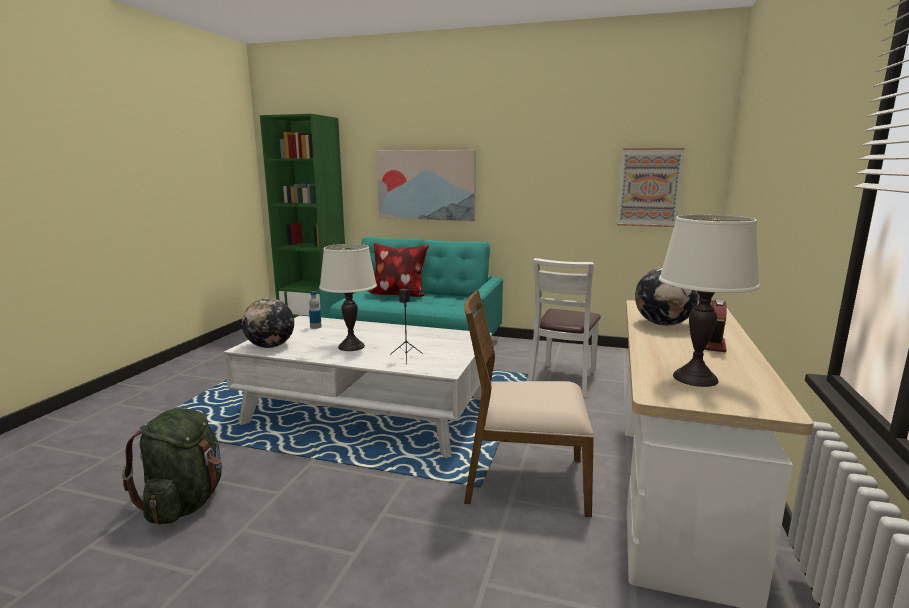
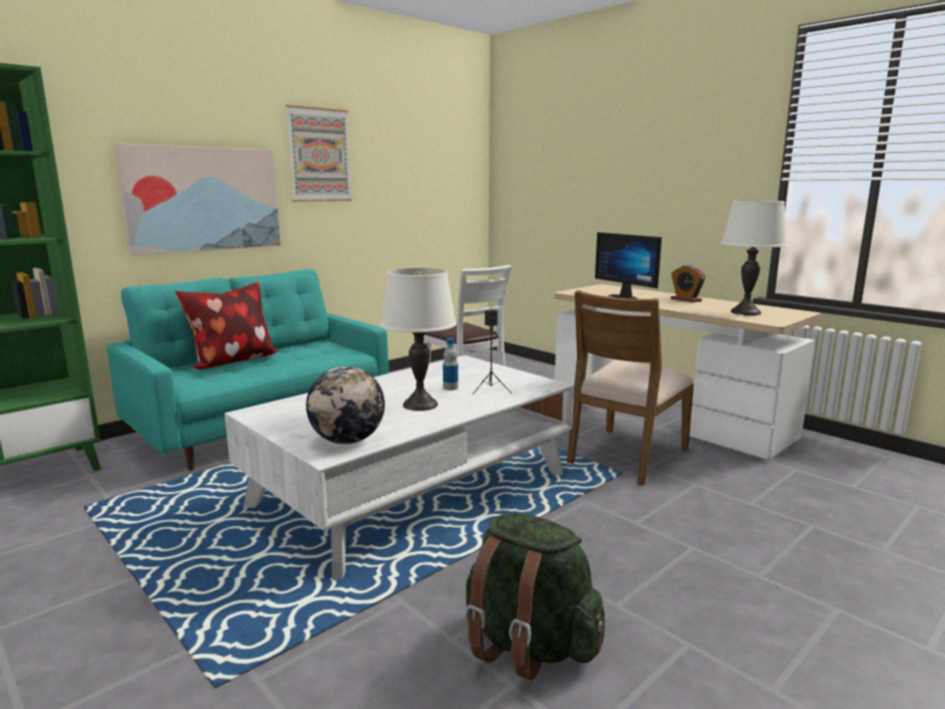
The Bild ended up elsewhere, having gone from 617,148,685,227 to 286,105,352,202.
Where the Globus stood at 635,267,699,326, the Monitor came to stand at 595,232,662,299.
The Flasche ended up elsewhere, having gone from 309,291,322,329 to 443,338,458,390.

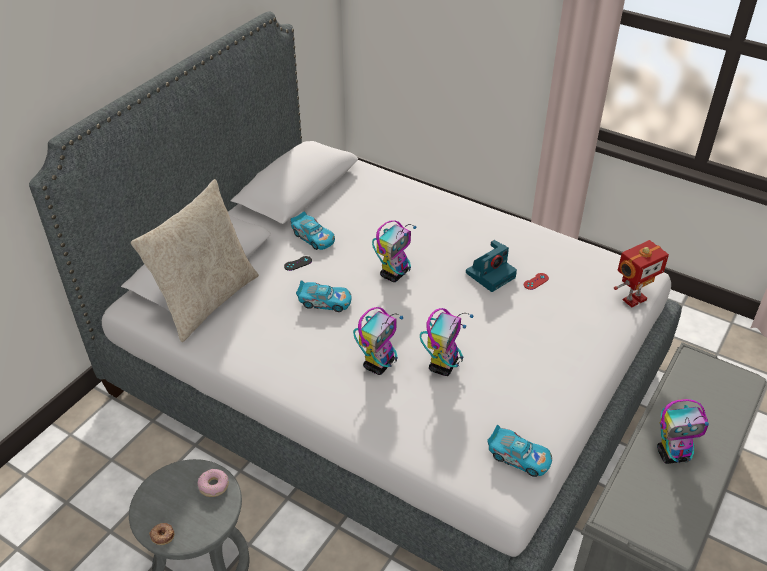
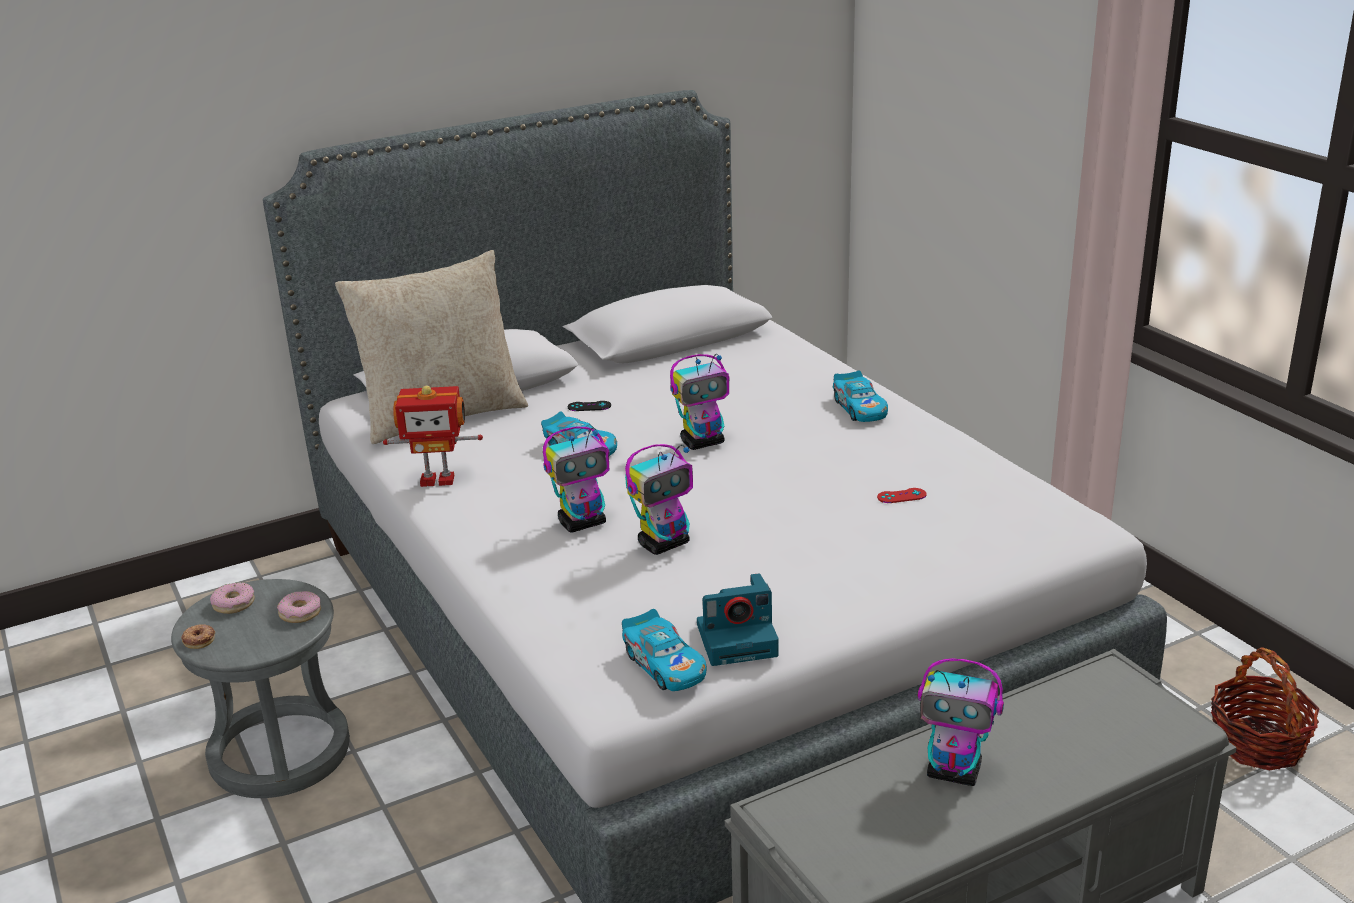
The Spielzeugauto ended up elsewhere, having gone from 290,212,335,250 to 833,371,888,422.
The Kamera ended up elsewhere, having gone from 466,240,517,292 to 697,573,779,666.
The Spielzeugroboter ended up elsewhere, having gone from 614,240,669,307 to 383,385,483,487.
The second view gained the Donut at 210,582,254,614.
The second view gained the Korb at 1211,647,1319,771.

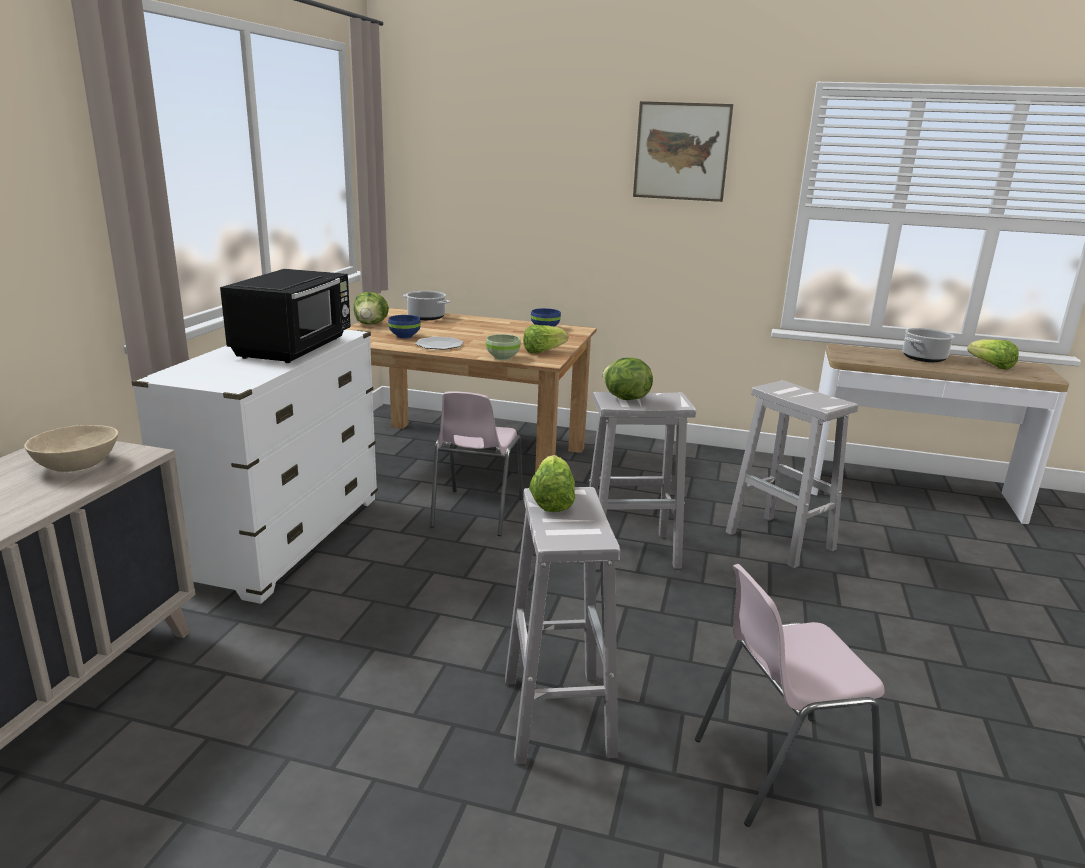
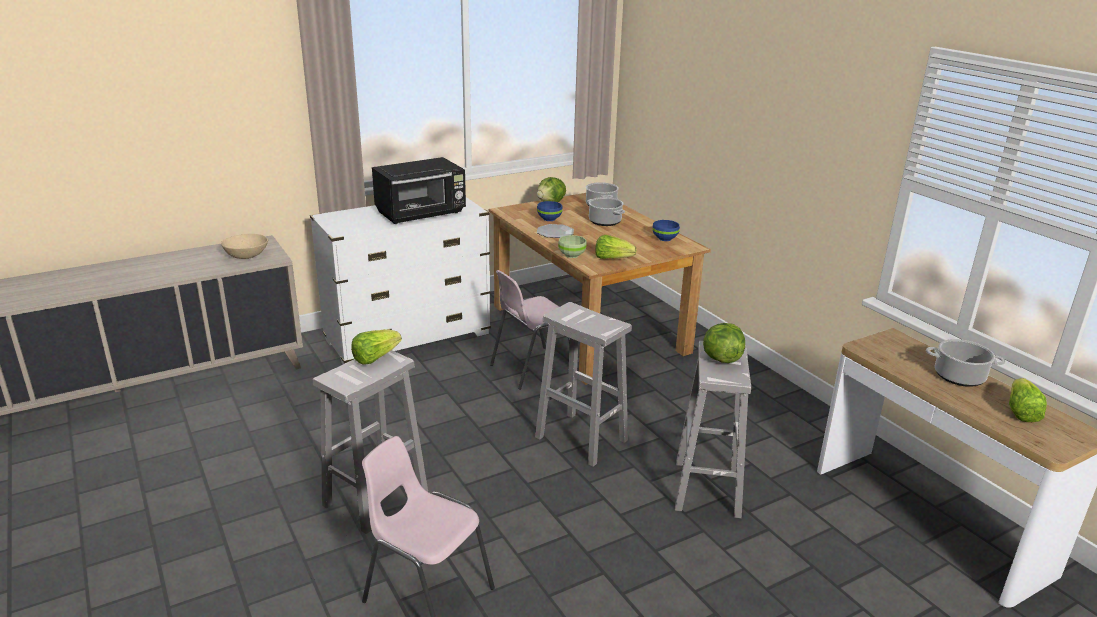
The second view lost the Bild at 633,101,733,202.
The Salatkopf ended up elsewhere, having gone from 602,357,653,400 to 703,323,745,363.
The second view gained the Kochtopf at 587,197,625,226.

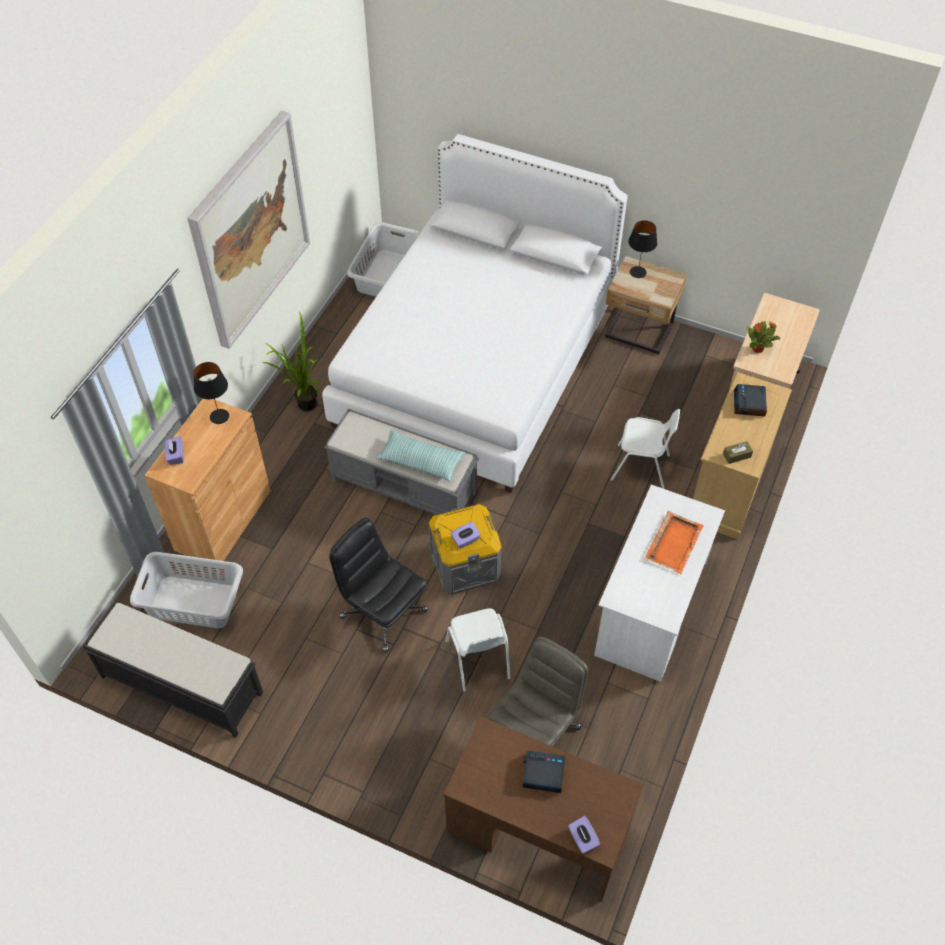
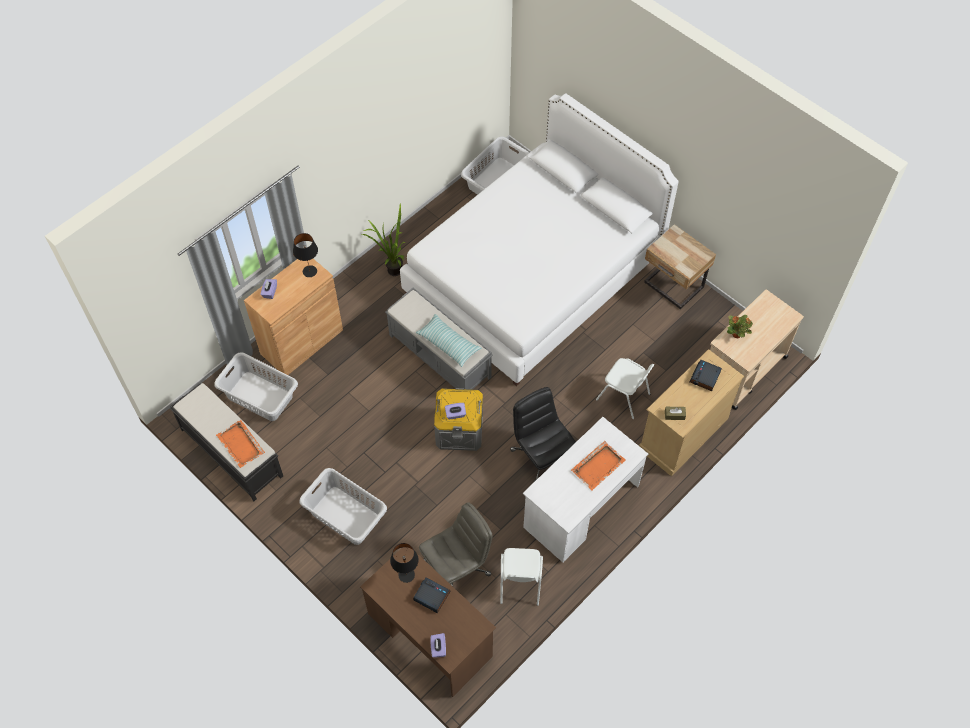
The second view lost the Bild at 187,111,310,349.
The Tischlampe/schwarz ended up elsewhere, having gone from 628,220,657,278 to 390,543,419,583.
The Bürostuhl/schwarz ended up elsewhere, having gone from 329,518,428,653 to 510,387,576,482.
The Stuhl/weiß ended up elsewhere, having gone from 445,608,511,692 to 500,548,543,606.
The second view gained the Tablett/orange at 216,420,265,468.
The second view gained the Wäschekorb/grau at 299,468,387,545.

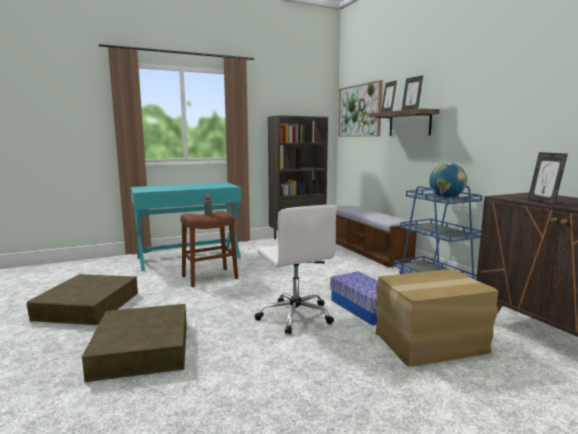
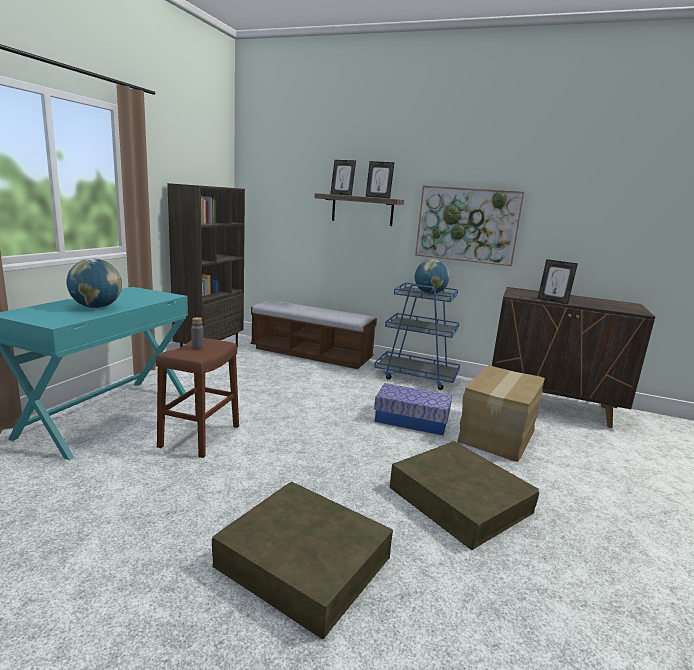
The Bild ended up elsewhere, having gone from 338,80,383,137 to 415,185,524,266.
The second view lost the Bürostuhl/weiß at 255,205,337,334.
The Aufbewahrungsbox/braun ended up elsewhere, having gone from 27,274,138,325 to 389,441,539,550.
The second view gained the Globus at 66,259,122,308.

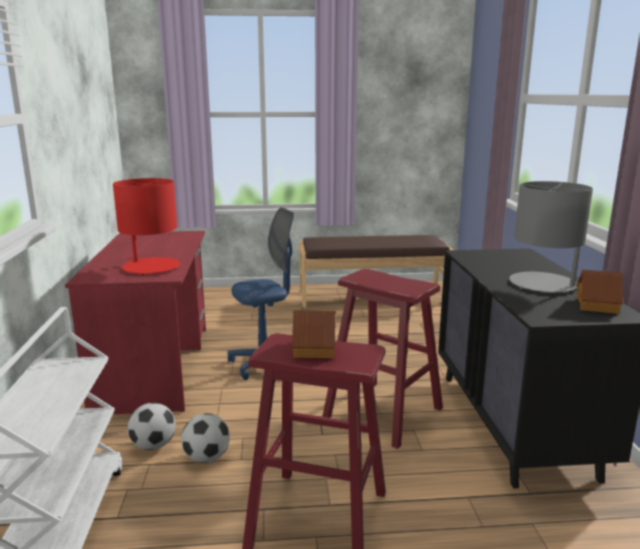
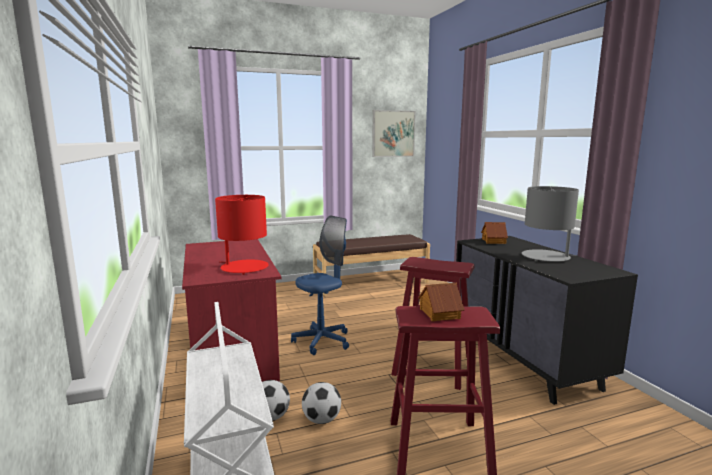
The Spielzeughaus ended up elsewhere, having gone from 577,270,623,314 to 481,222,508,244.
The second view gained the Bild at 372,110,415,157.

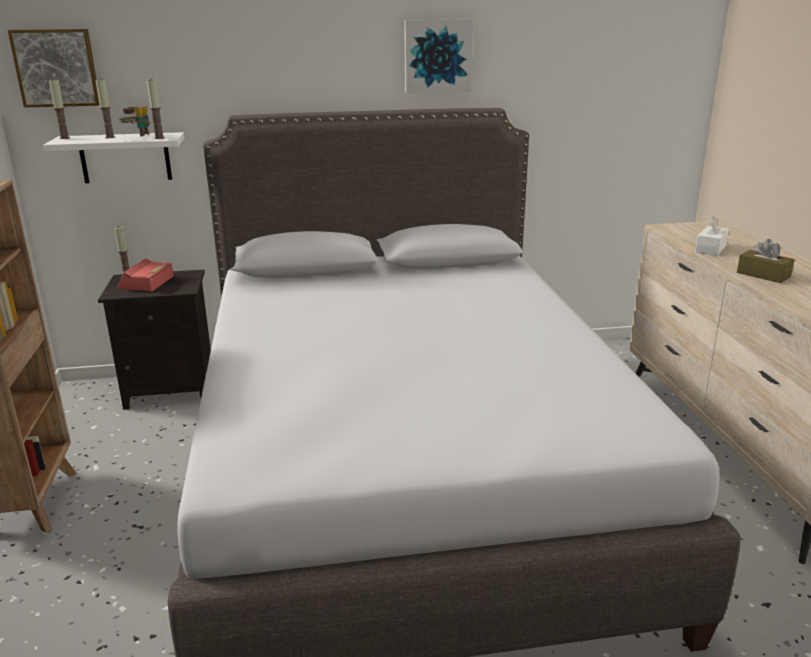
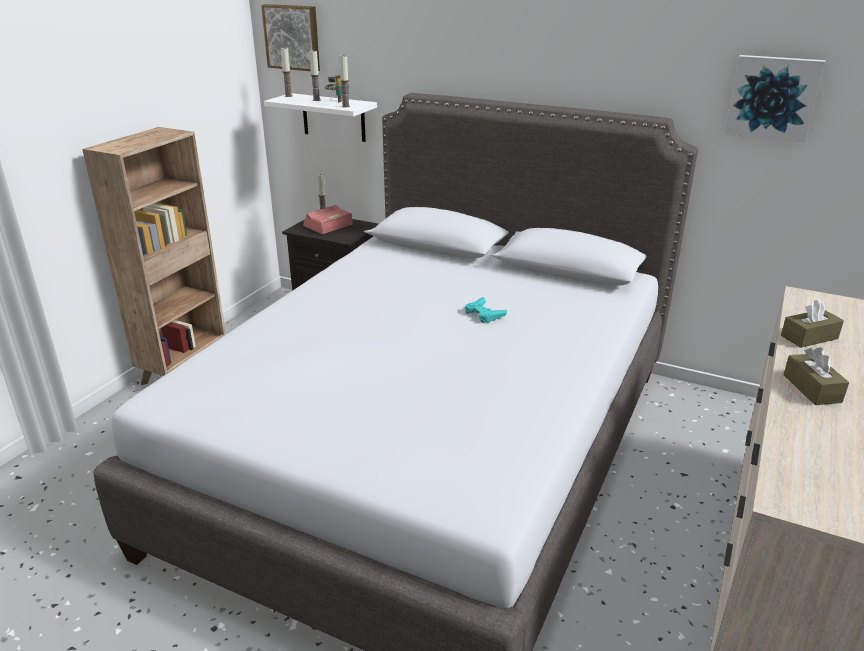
The Bild ended up elsewhere, having gone from 404,19,473,93 to 724,55,825,143.
What was the Taschentuchbox/weiß at 695,215,729,256 turned into the Taschentuchbox/braun at 781,299,844,348.
The second view gained the Gamepad/türkis at 465,297,507,323.

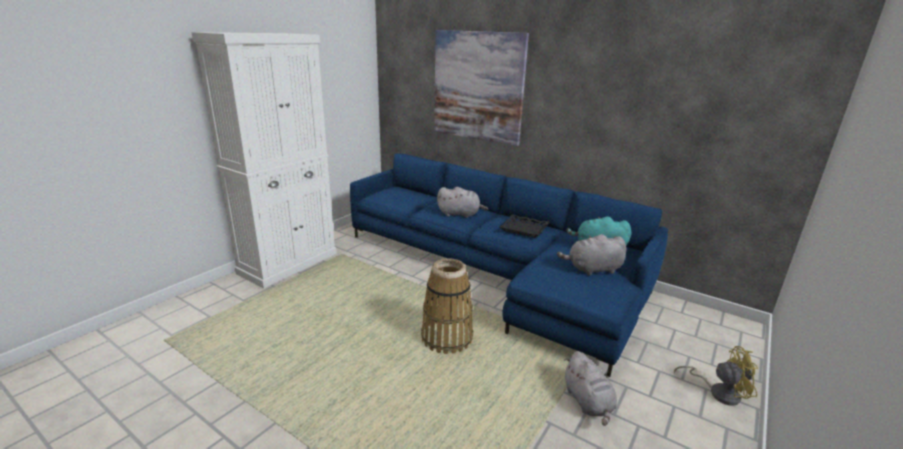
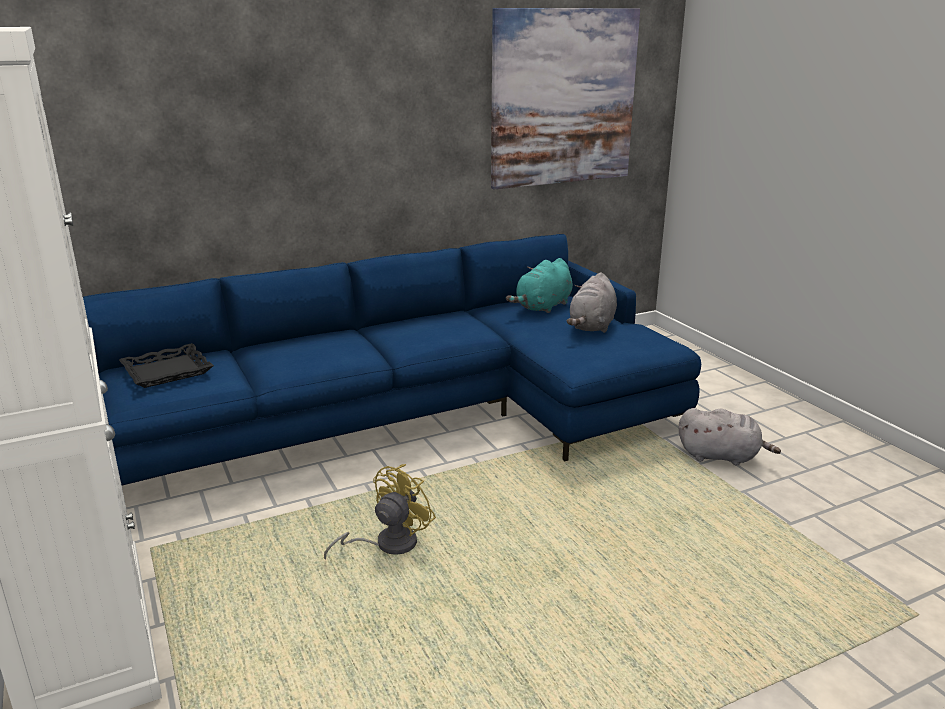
The Bild ended up elsewhere, having gone from 434,30,529,146 to 491,8,640,189.
The second view lost the Plüschtier/grau at 437,187,488,218.
The Tablett/schwarz ended up elsewhere, having gone from 499,214,549,238 to 119,343,214,388.
The second view lost the Korb at 421,258,473,354.
The Ventilator/gelb ended up elsewhere, having gone from 674,346,759,406 to 324,464,436,560.

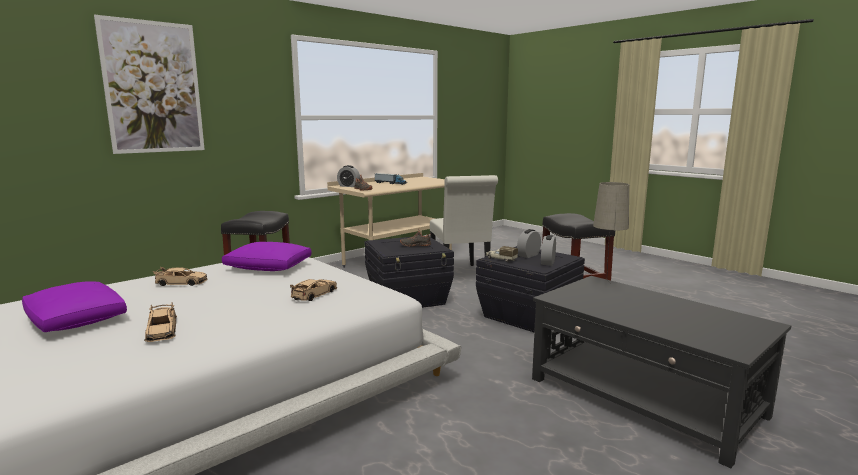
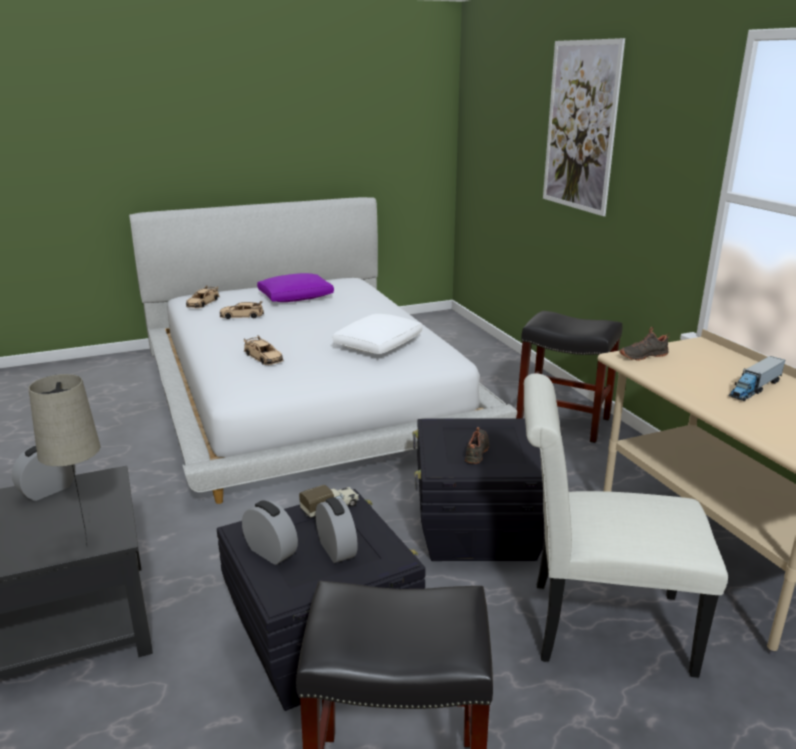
The Wecker ended up elsewhere, having gone from 337,165,360,187 to 12,445,75,501.
What was the Kissen/lila at 222,242,312,271 turned into the Kissen/weiß at 333,314,423,354.
The Spielzeugauto/beige ended up elsewhere, having gone from 153,267,207,286 to 186,285,220,308.

